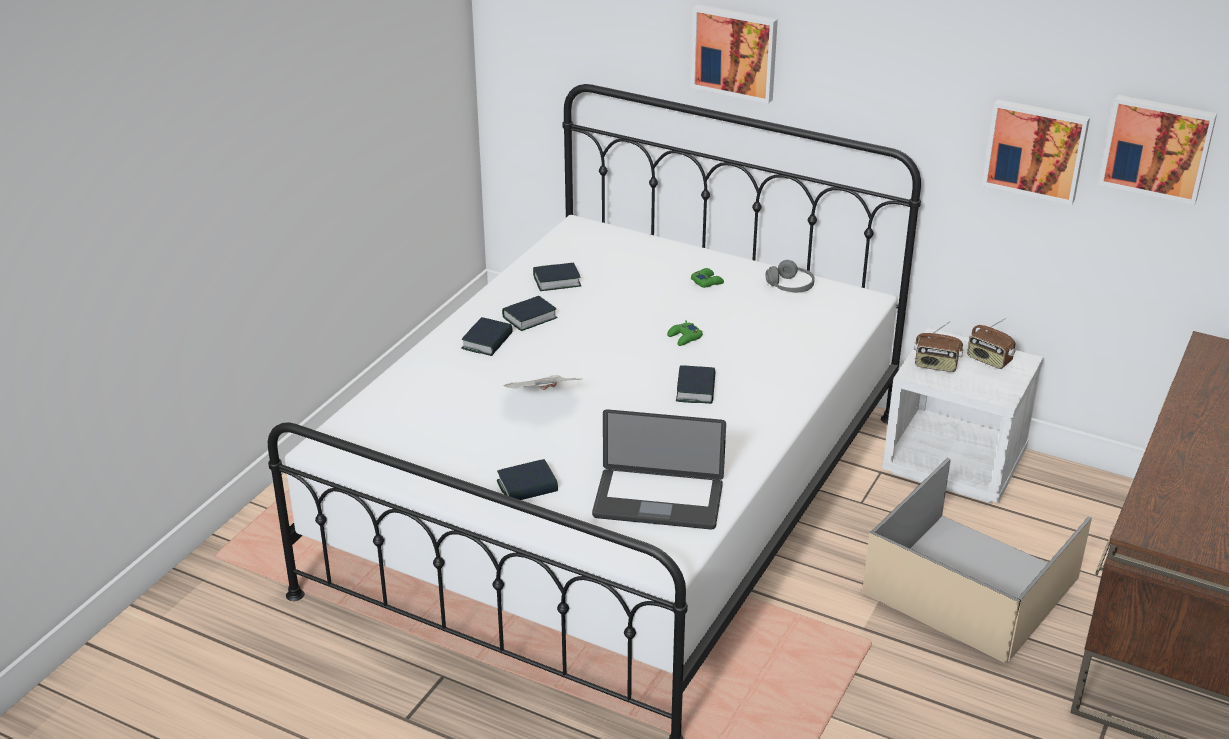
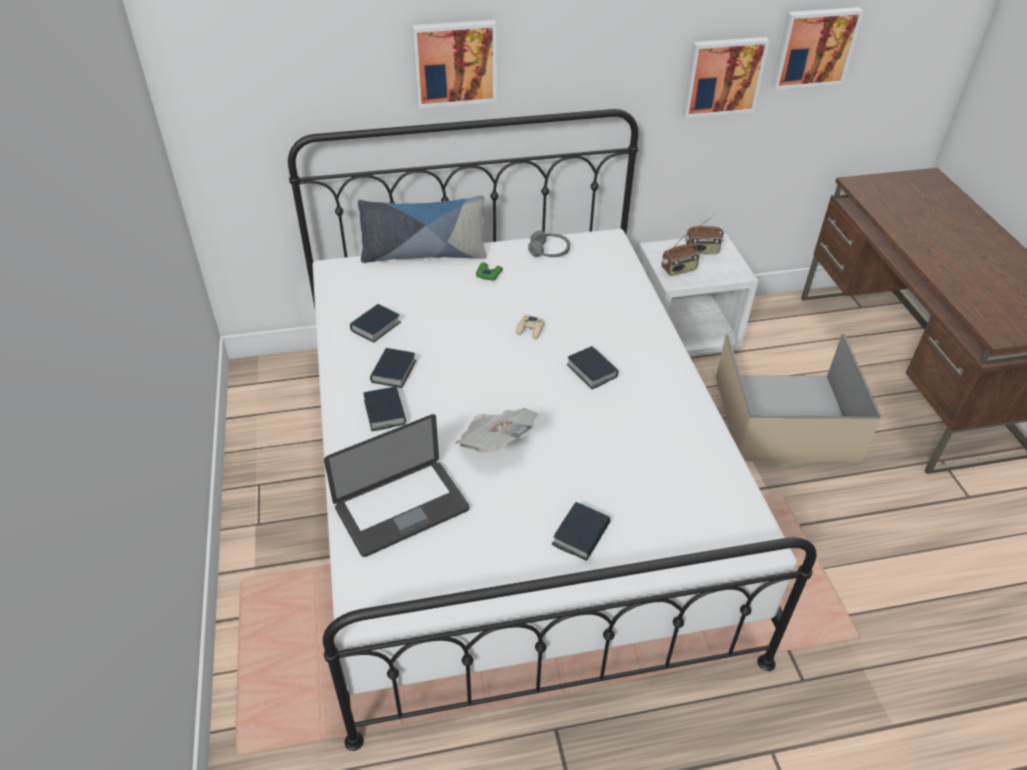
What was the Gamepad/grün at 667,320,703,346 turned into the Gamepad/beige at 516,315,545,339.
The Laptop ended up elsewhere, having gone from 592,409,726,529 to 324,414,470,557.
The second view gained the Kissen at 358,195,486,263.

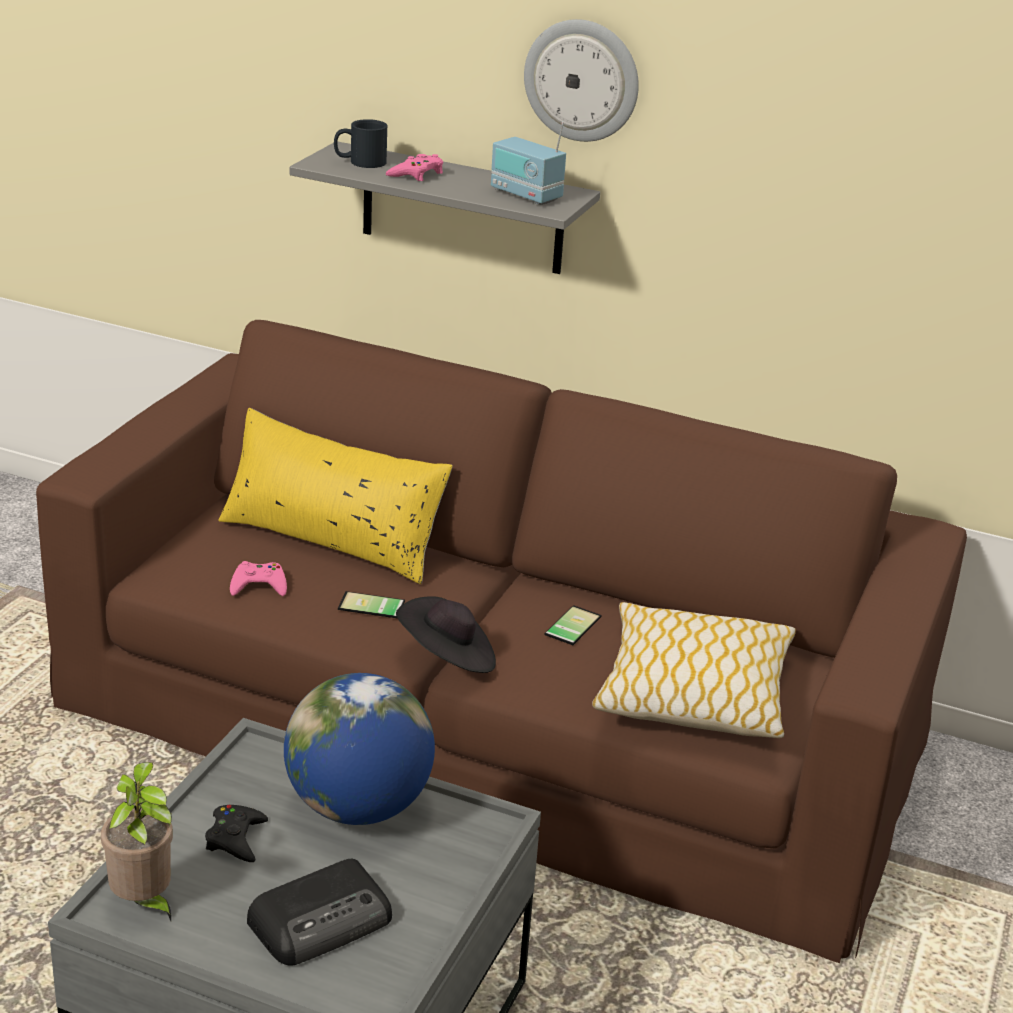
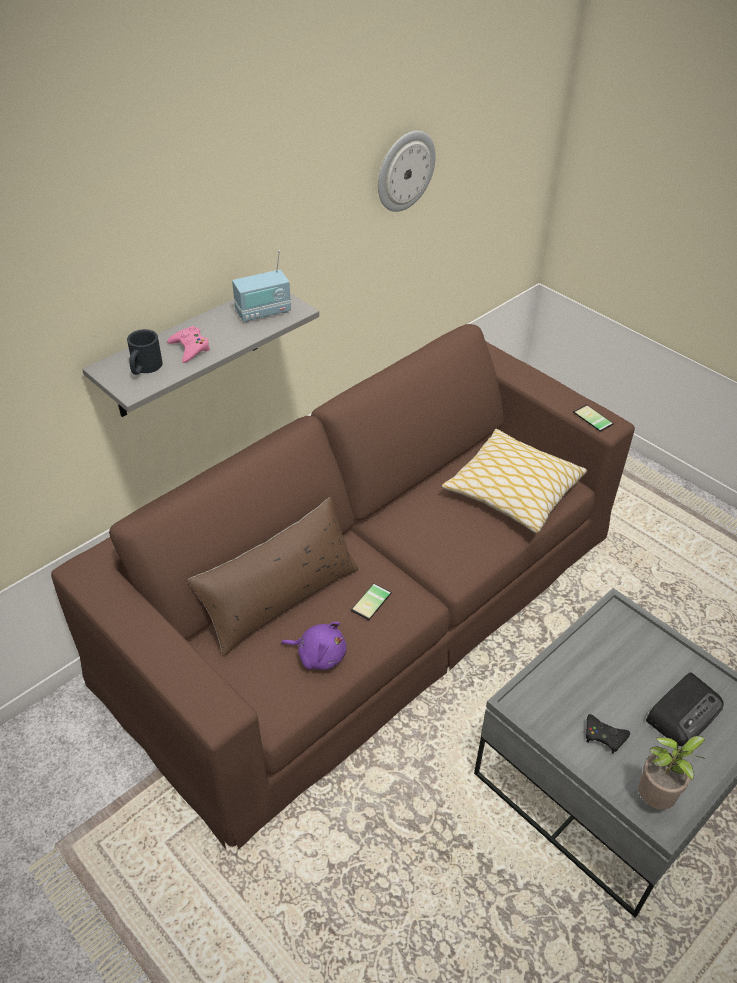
The Wanduhr ended up elsewhere, having gone from 524,19,639,142 to 378,131,436,212.
What was the Kissen/gelb at 218,408,453,584 turned into the Kissen/braun at 188,497,359,656.
Where the Gamepad/rosa stood at 230,561,287,596, the Plüschtier/lila came to stand at 281,622,347,670.
The second view lost the Hut/schwarz at 396,596,496,673.
The Handy ended up elsewhere, having gone from 544,605,601,645 to 573,404,614,432.
The second view lost the Globus at 284,673,435,825.
The Radio at 247,859,392,965 ended up facing another way, 60 degrees clockwise from before.

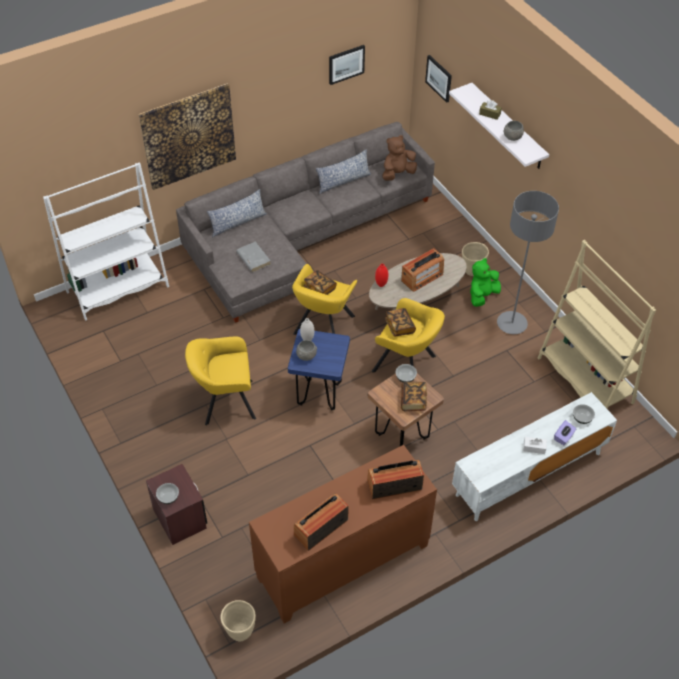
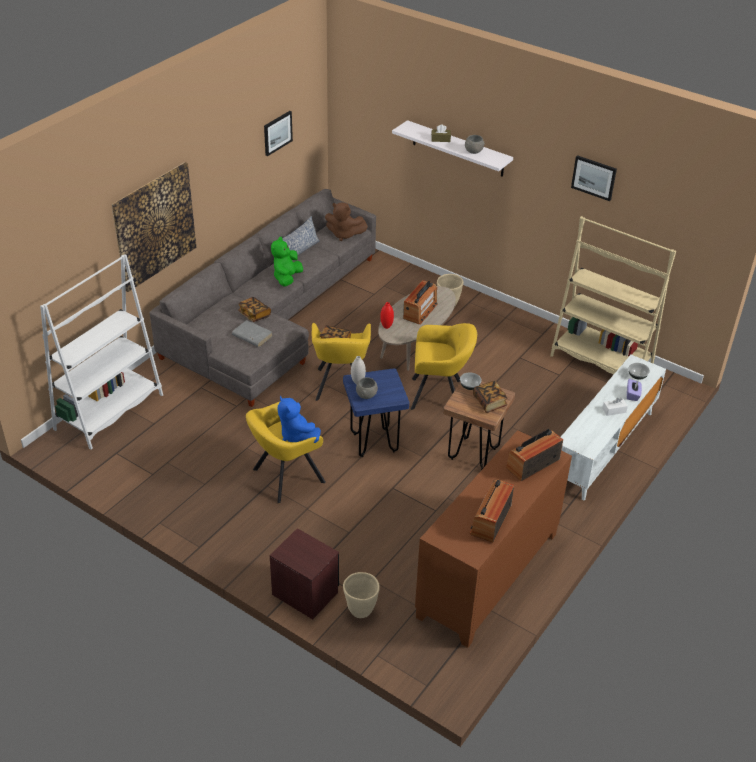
The Bild ended up elsewhere, having gone from 425,55,452,103 to 571,155,617,201.
The Plüschtier/braun at 382,135,417,181 ended up facing another way, 105 degrees counterclockwise from before.
The second view lost the Kissen at 207,189,267,237.
The second view lost the Stehlampe/grau at 497,191,559,334.
The Plüschtier/grün ended up elsewhere, having gone from 470,258,501,307 to 271,237,303,287.
The Buch ended up elsewhere, having gone from 385,308,416,337 to 238,297,271,322.
The second view lost the Schüssel at 156,483,179,504.
The Pflanzkübel/beige ended up elsewhere, having gone from 221,600,256,641 to 343,572,380,618.
The second view gained the Plüschtier/blau at 277,396,321,443.

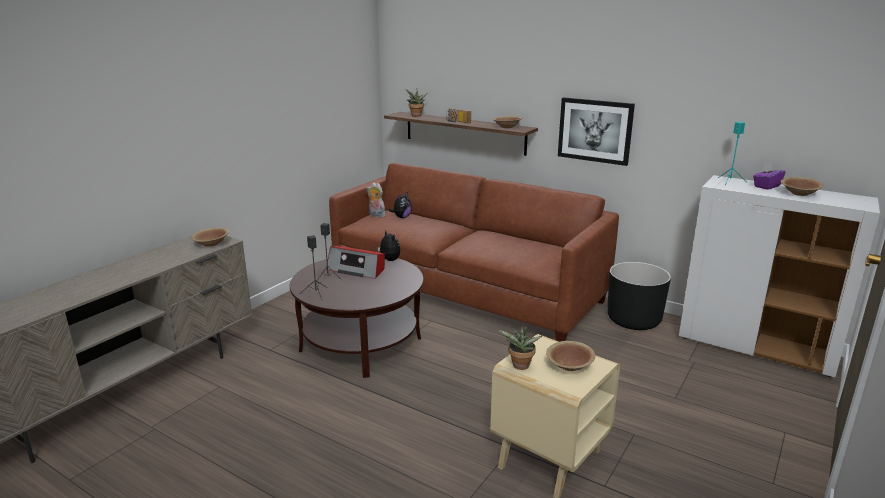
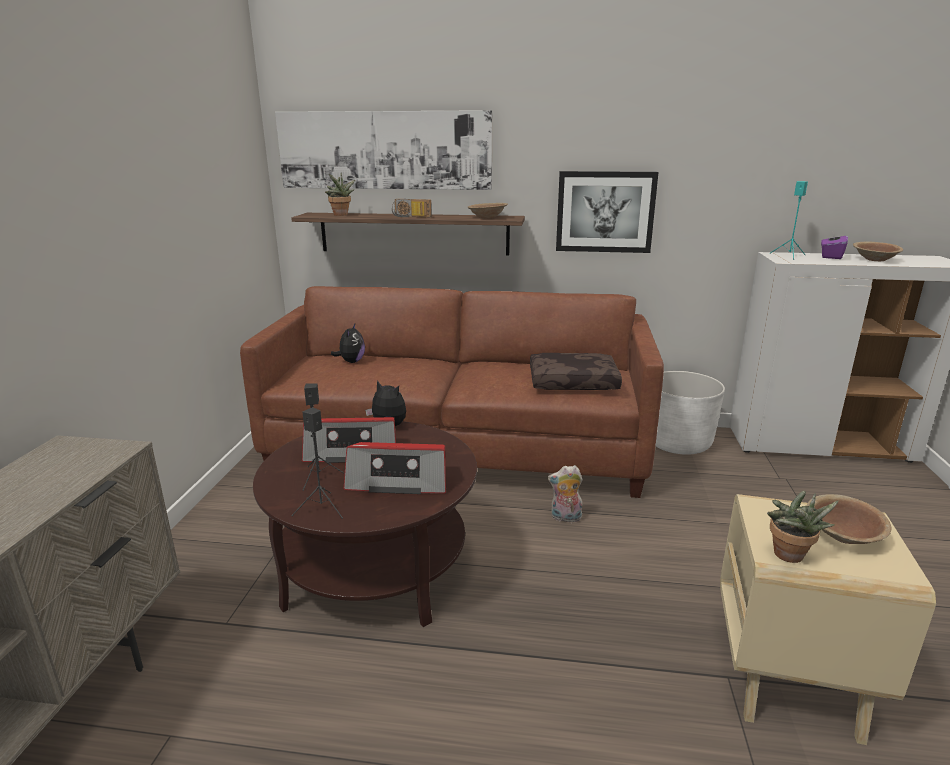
The Plüschtier ended up elsewhere, having gone from 366,182,386,218 to 548,465,583,522.
The second view lost the Schüssel/braun at 191,227,229,247.
What was the Pflanzkübel/schwarz at 608,262,671,330 turned into the Pflanzkübel/weiß at 656,371,725,455.
The second view gained the Bild at 275,110,493,190.
The second view gained the Kissen/braun at 530,353,622,390.
The second view gained the Radio at 344,442,446,494.

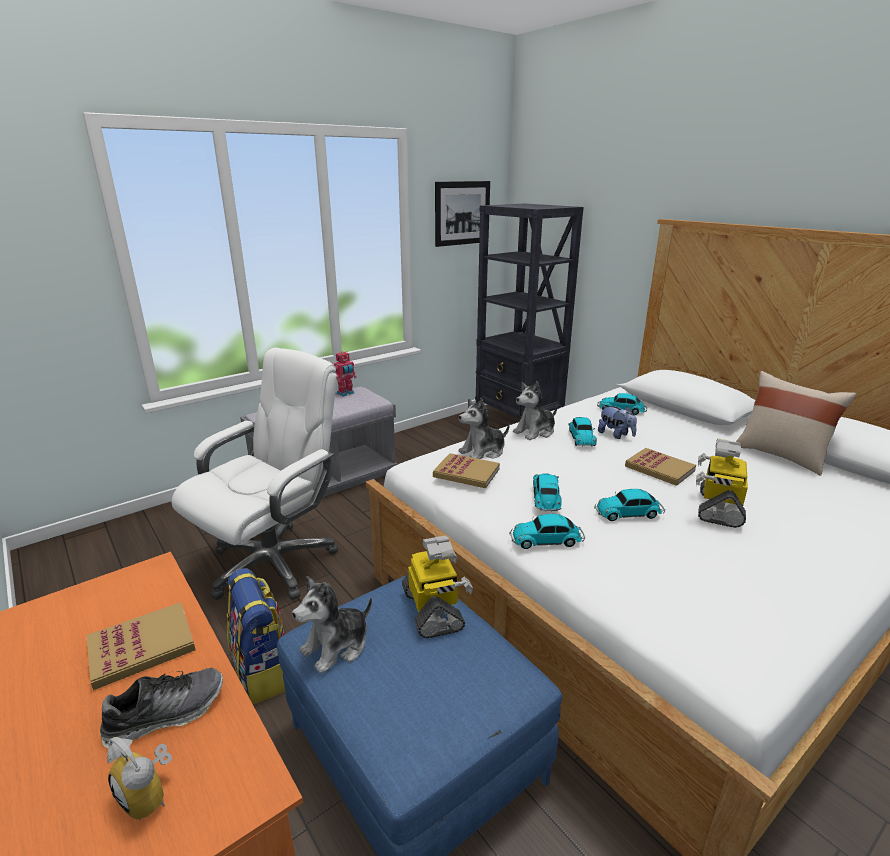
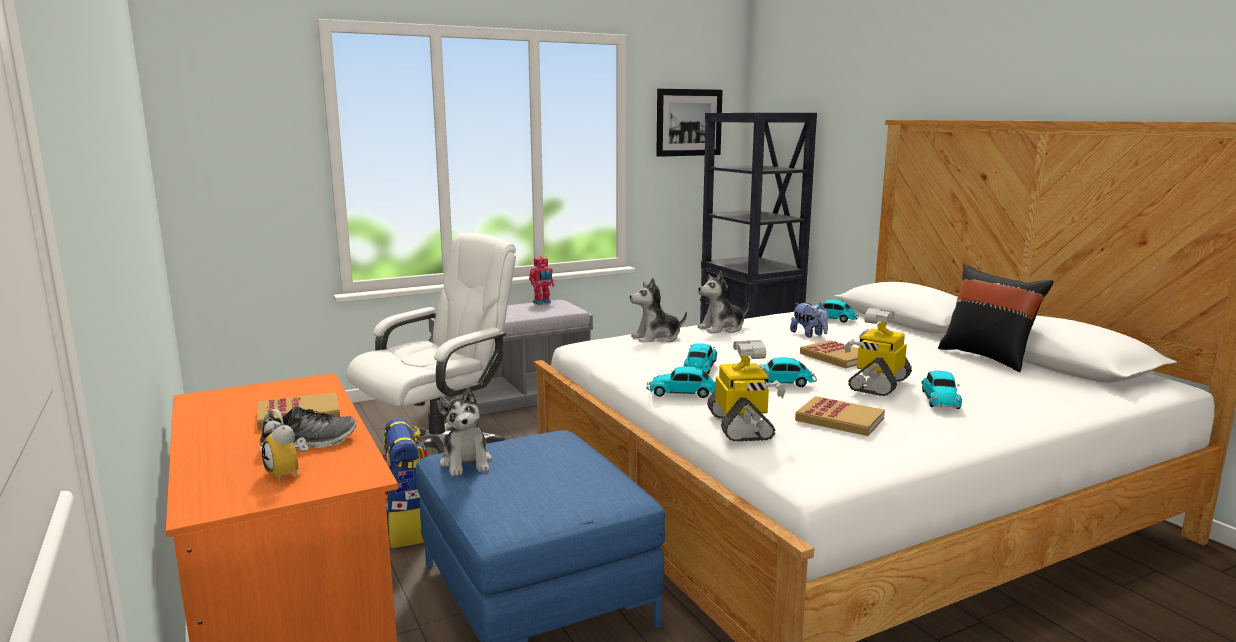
What was the Kissen/beige at 736,371,856,476 turned into the Kissen/schwarz at 938,265,1054,372.
The Spielzeugauto ended up elsewhere, having gone from 568,417,597,446 to 921,371,962,409.
The Buch ended up elsewhere, having gone from 433,453,500,488 to 795,396,885,436.
The Spielzeugroboter ended up elsewhere, having gone from 402,536,473,638 to 707,340,785,442.
The Plüschtier at 292,576,372,674 ended up facing another way, 75 degrees counterclockwise from before.

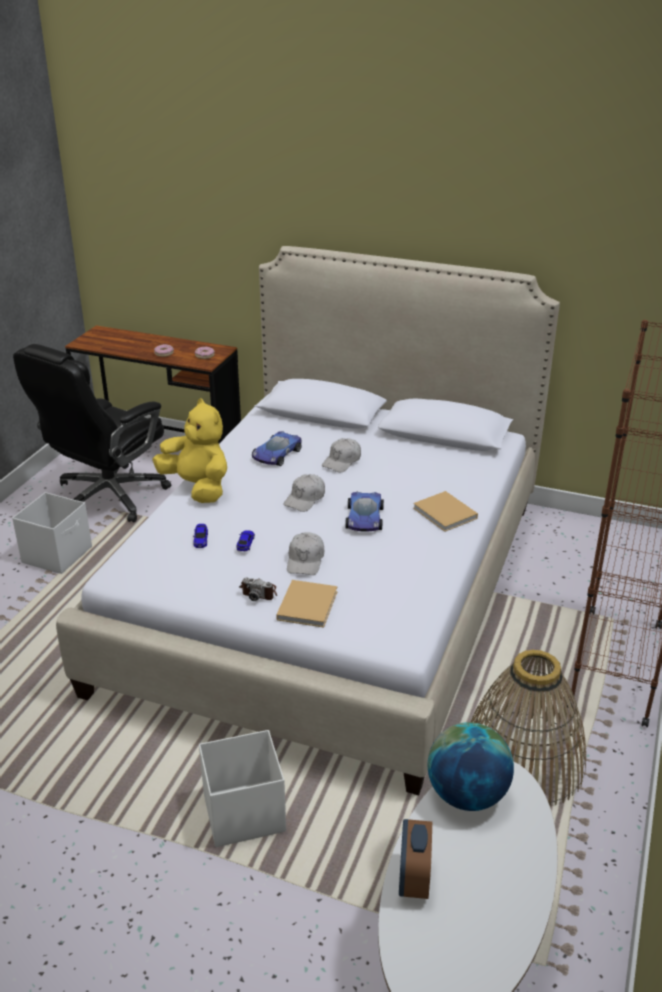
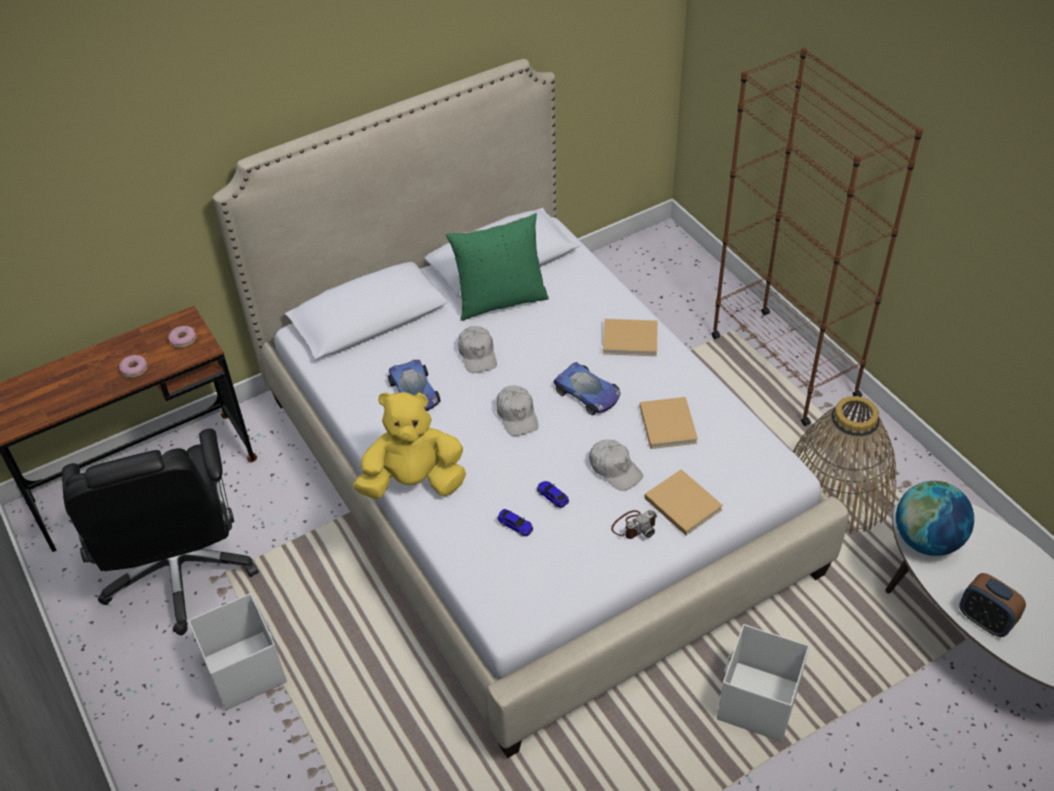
The second view gained the Kissen/grün at 446,213,549,321.
The second view gained the Buch/beige at 640,397,698,449.

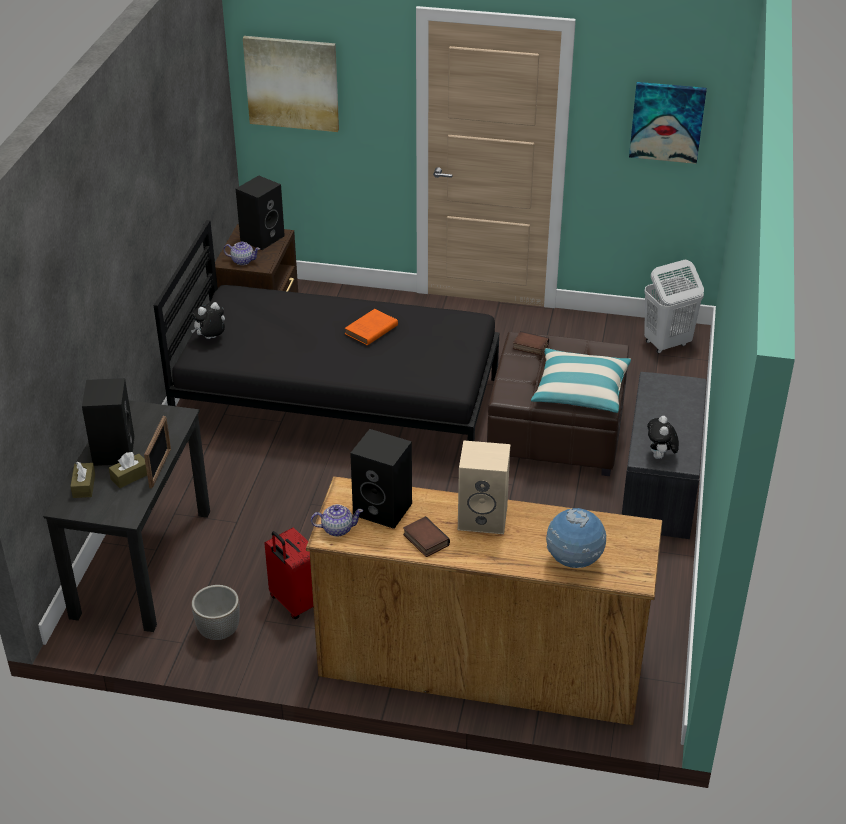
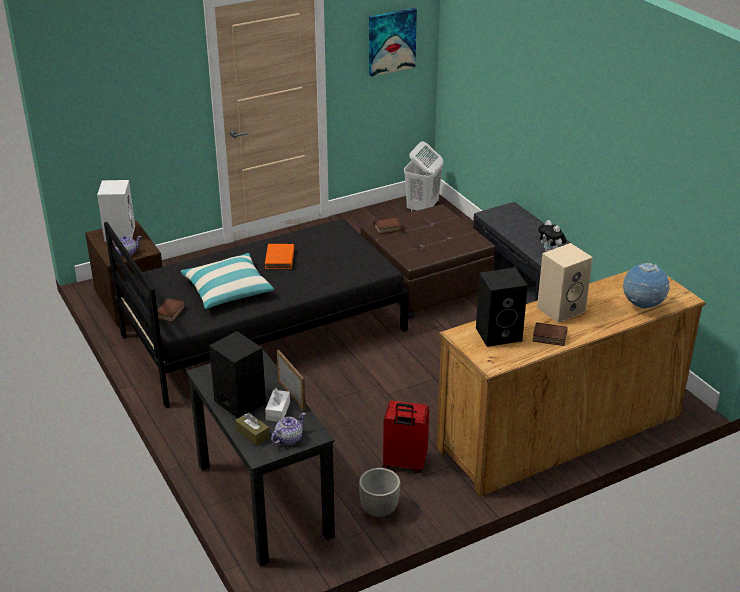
The second view lost the Bild at 243,36,339,132.
What was the Lautsprecher/schwarz at 236,175,285,250 turned into the Lautsprecher/weiß at 97,180,135,242.
Where the Plüschtier stood at 191,302,225,339, the Buch came to stand at 157,298,185,322.
The Kissen ended up elsewhere, having gone from 531,348,631,413 to 181,253,274,309.
What was the Taschentuchbox/braun at 109,452,147,488 turned into the Taschentuchbox/weiß at 265,388,290,422.
The Teekanne ended up elsewhere, having gone from 311,504,363,537 to 271,413,306,445.

